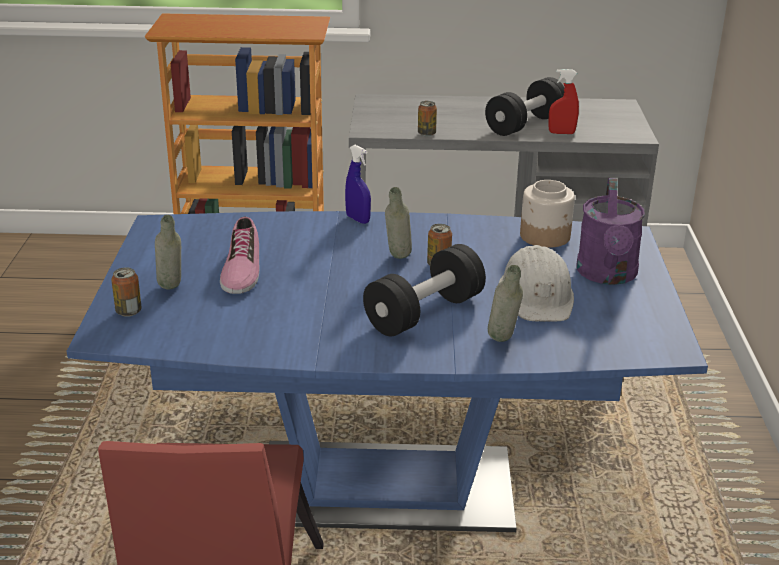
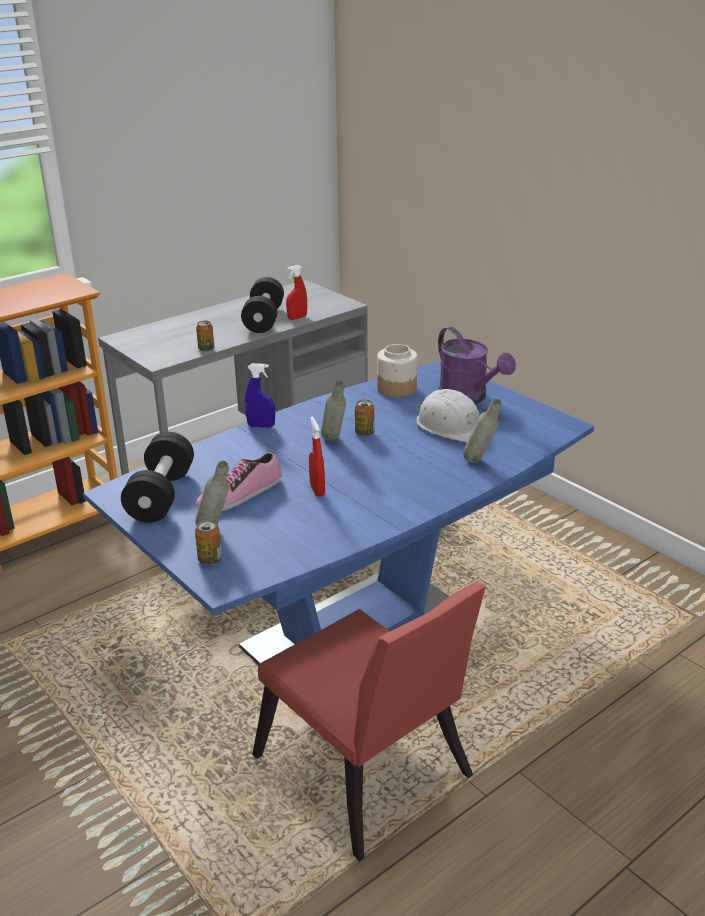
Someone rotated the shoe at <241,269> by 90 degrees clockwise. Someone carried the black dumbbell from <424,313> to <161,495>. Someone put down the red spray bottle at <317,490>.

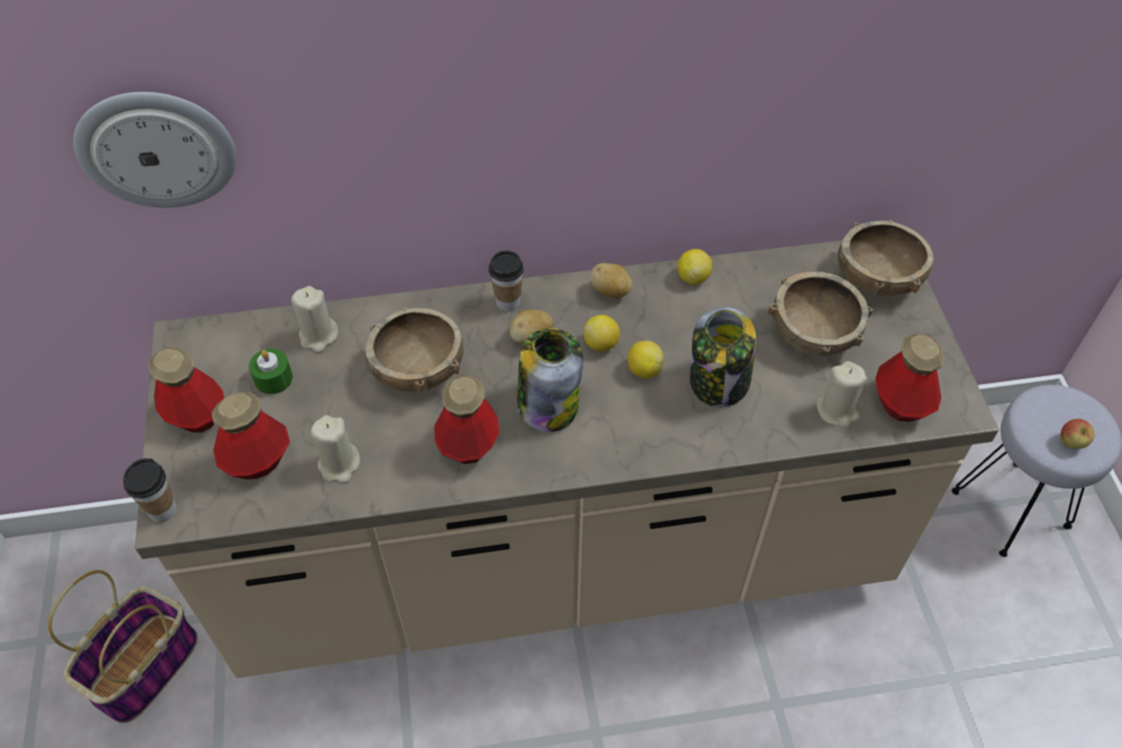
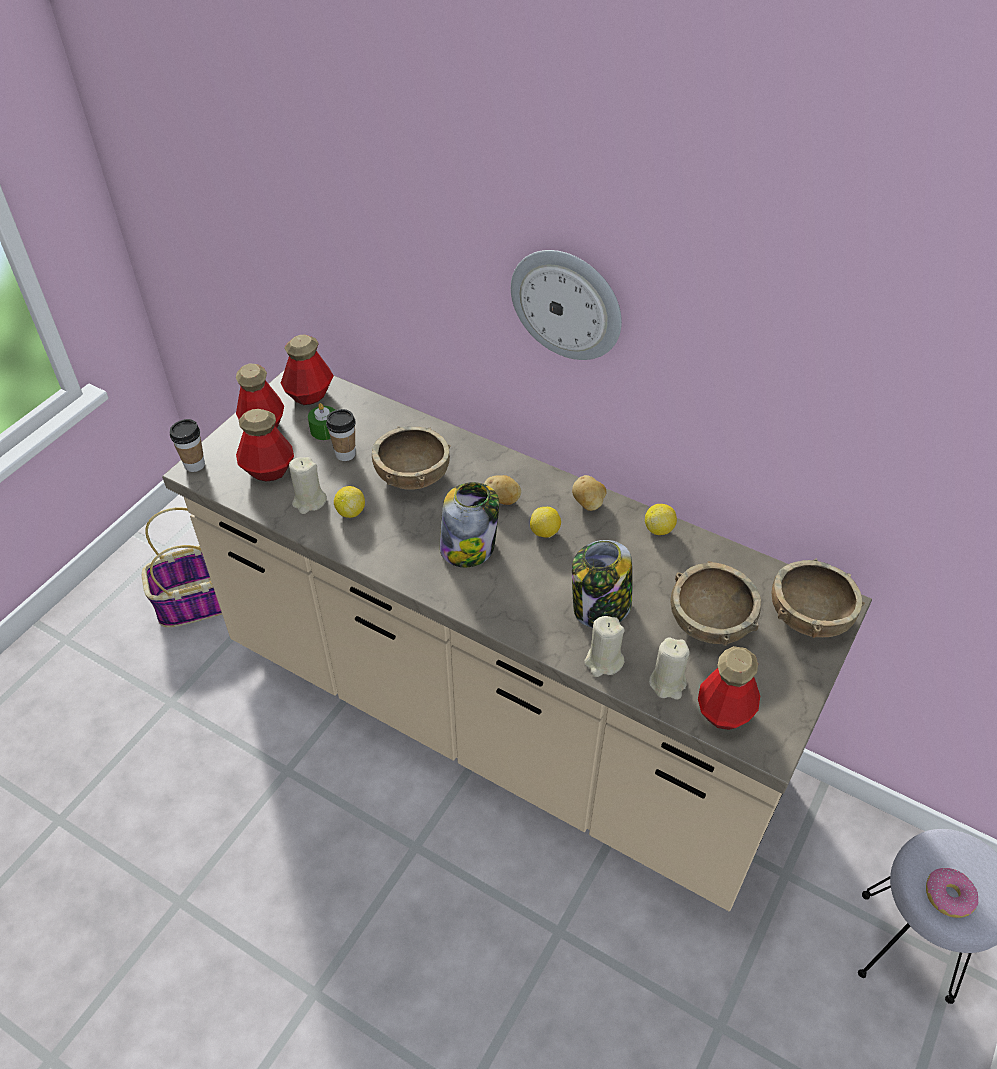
Someone carried the wall clock from <157,148> to <567,304>. Someone carried the beige candle from <318,336> to <603,661>. Someone carried the bottle from <468,445> to <310,395>. Someone carried the cup from <508,302> to <345,454>. Someone carried the lemon from <644,370> to <350,511>. Someone swapped the apple at <1070,443> for the donut at <948,896>.

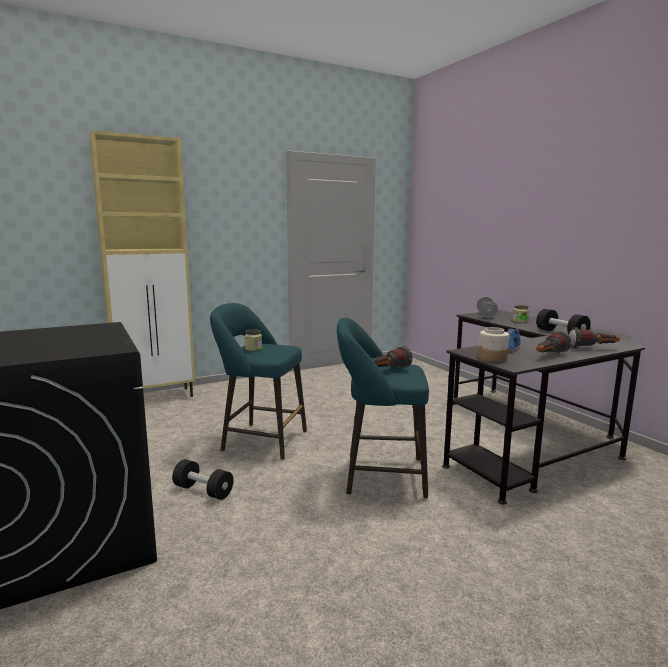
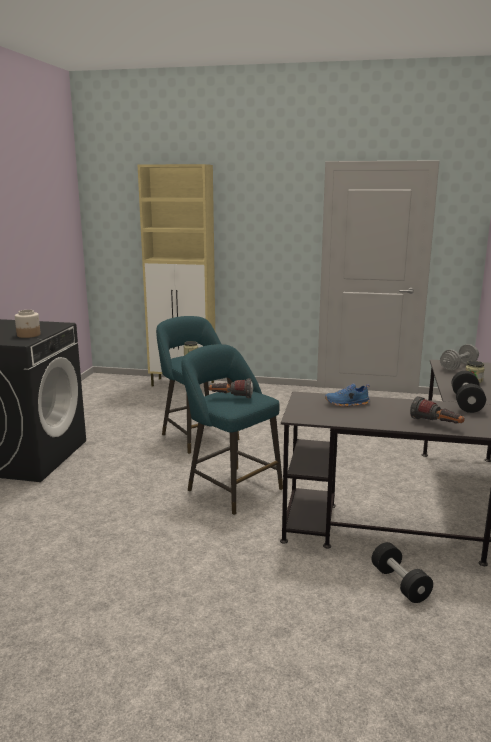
Someone carried the black dumbbell from <203,491> to <400,584>. Someone carried the jar from <492,358> to <29,335>. Someone took away the flashlight at <549,356>.

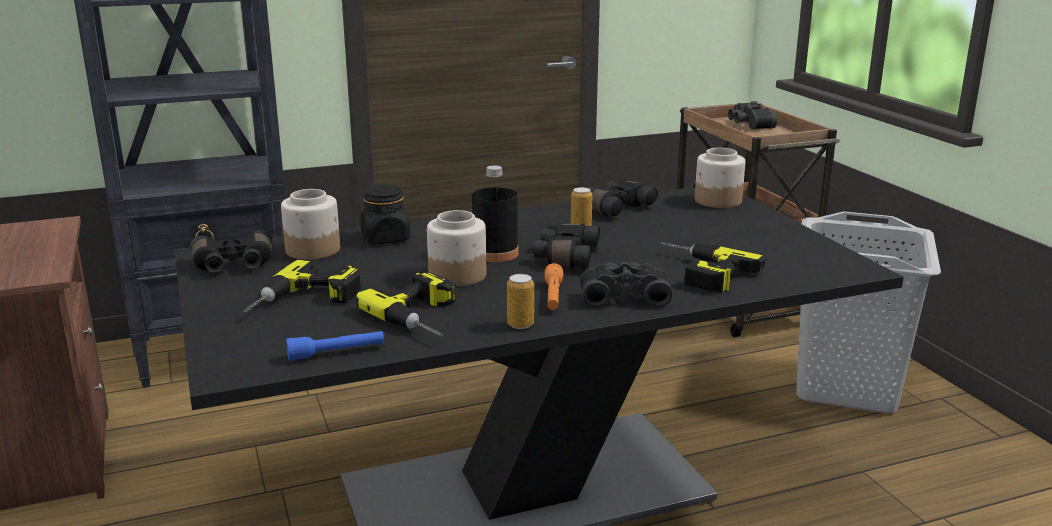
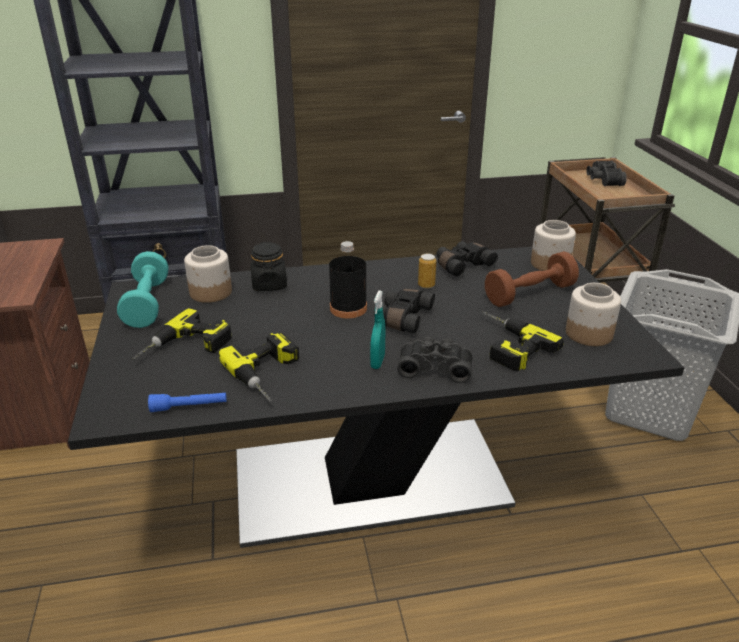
Someone swapped the black binoculars at <233,265> for the turquoise dumbbell at <147,304>. Someone carried the jar from <456,276> to <588,334>. Someone took away the can at <520,324>. Someone swapped the orange flashlight at <553,296> for the turquoise spray bottle at <377,362>. Someone put down the brown dumbbell at <529,294>.

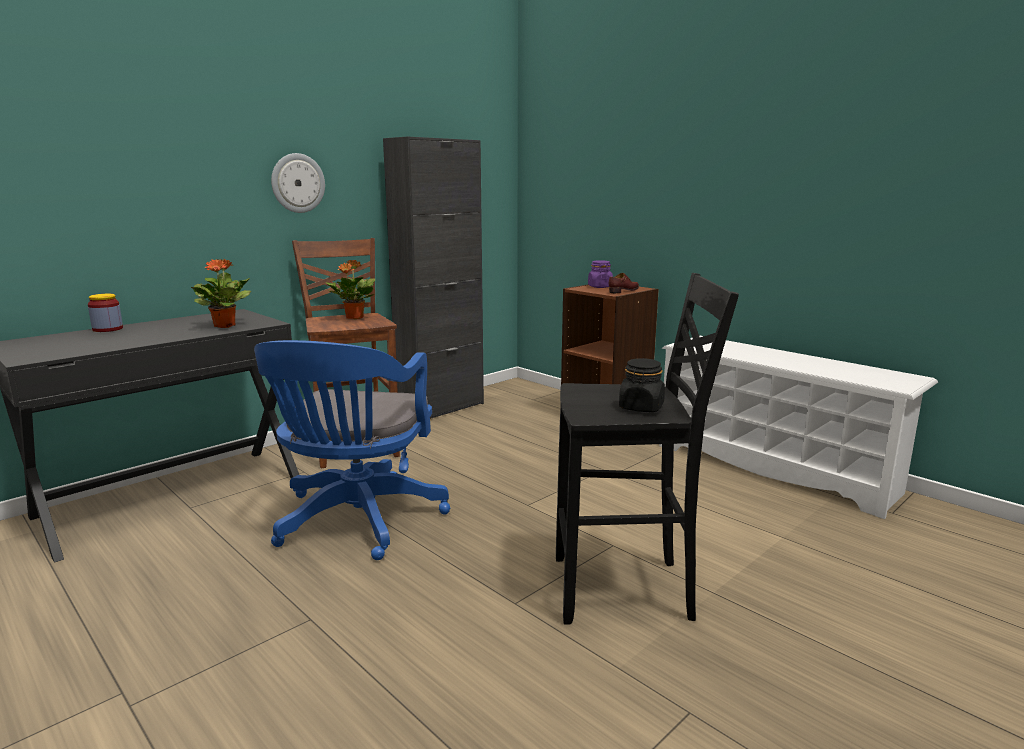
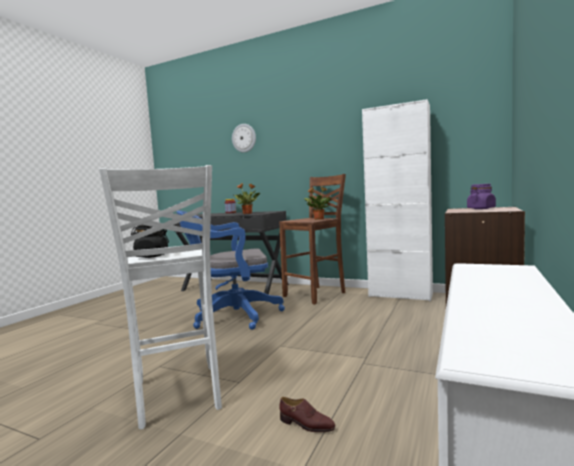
Someone carried the wall clock from <297,183> to <244,138>. Someone repainted the black cabinet at <441,408>, which became the white cabinet at <400,295>. Someone repainted the black stool at <625,590>, which became the white stool at <178,396>. Someone carried the brown shoe from <624,291> to <306,424>.

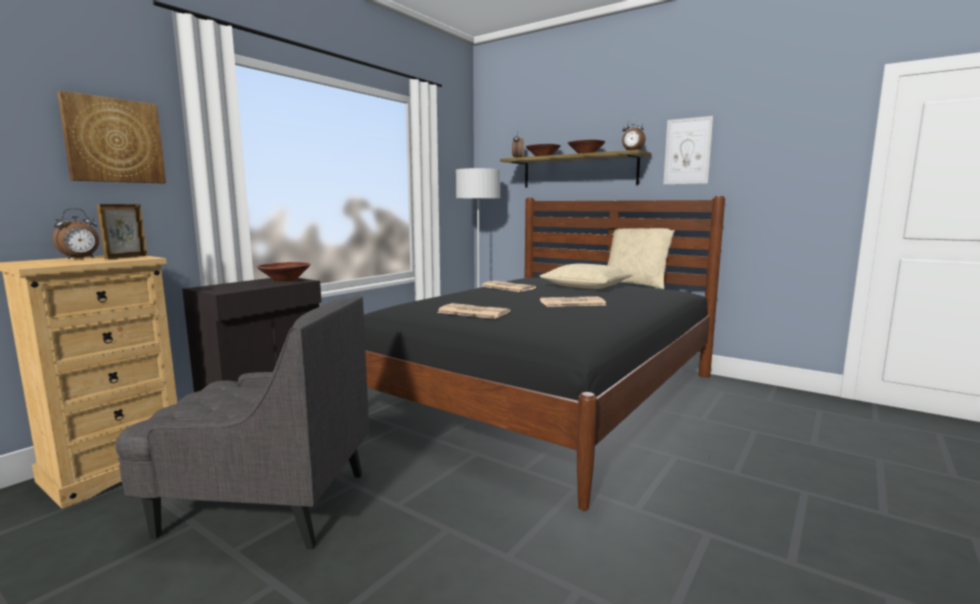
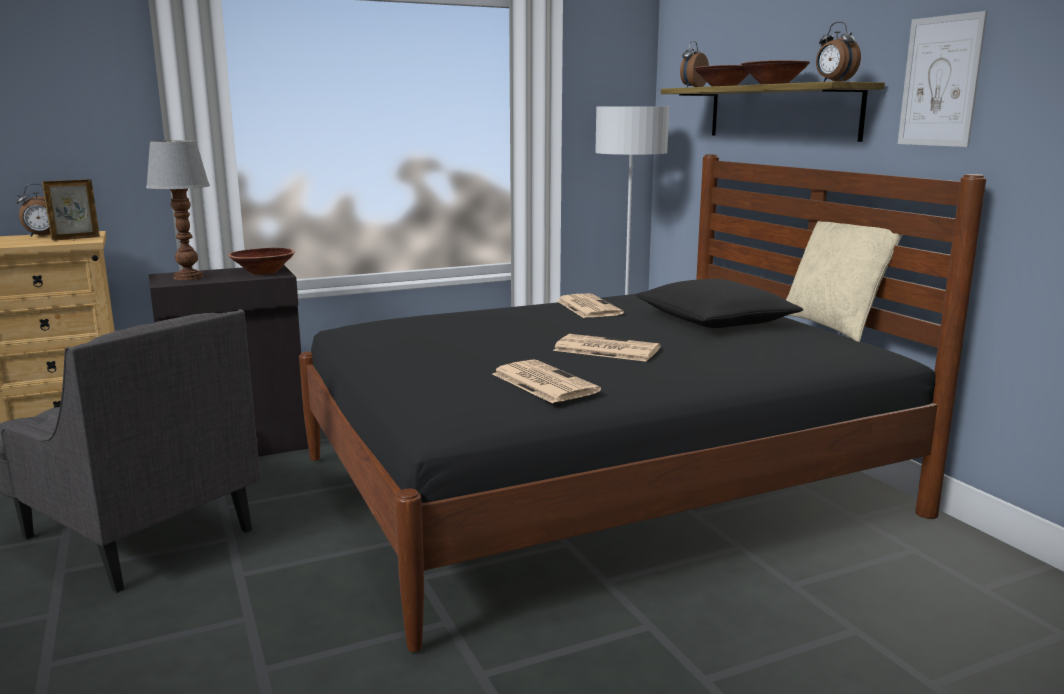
Someone took away the picture at <114,141>. Someone carried the newspaper from <472,312> to <542,382>. Someone repainted the beige pillow at <586,286>, which became the black pillow at <715,320>. Someone put down the table lamp at <188,277>.

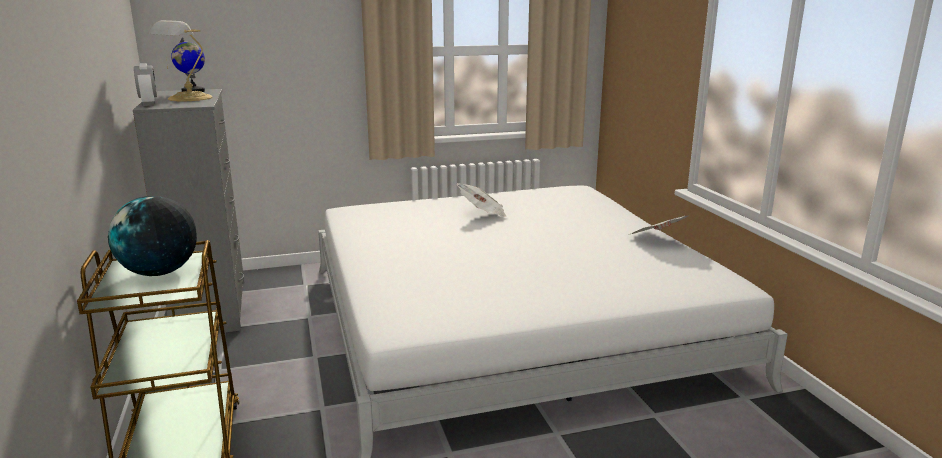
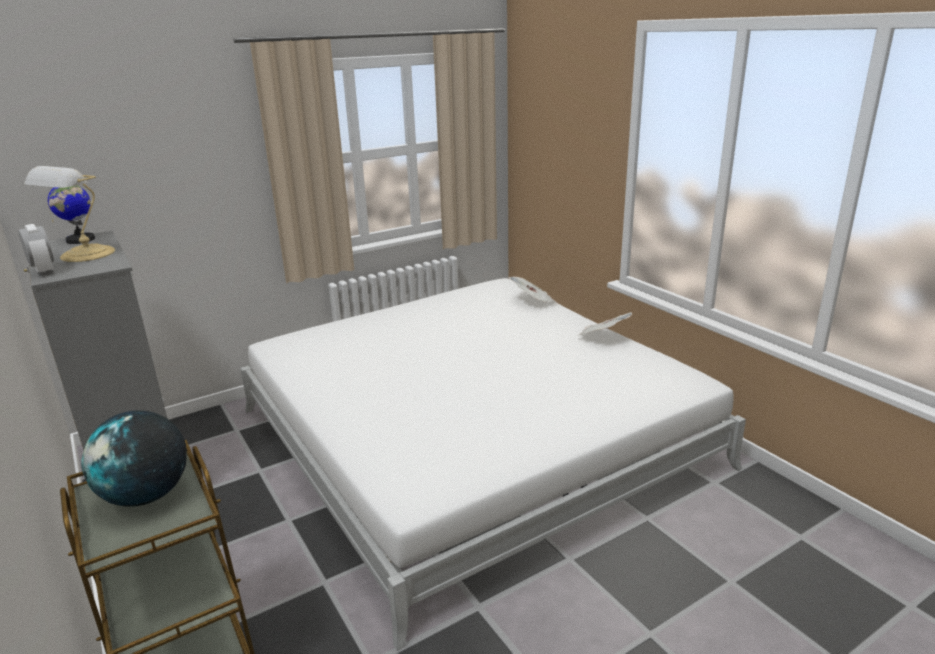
Someone carried the newspaper from <482,213> to <533,302>.

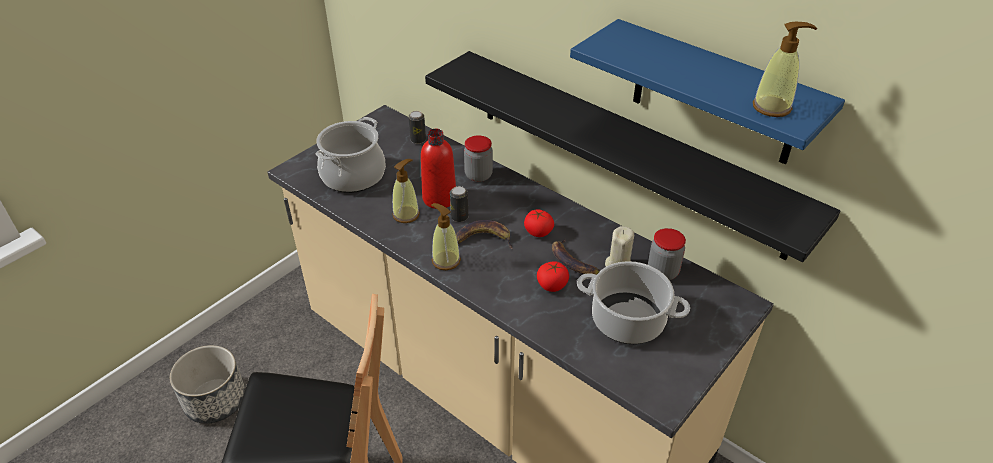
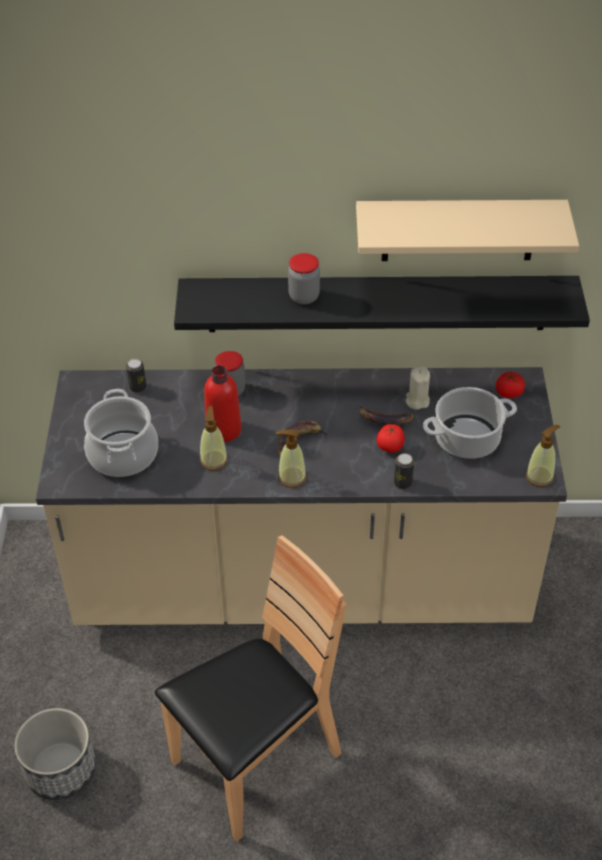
Someone carried the can from <459,217> to <403,483>. Someone carried the tomato from <538,232> to <509,393>. Someone repainted the blue shelf at <714,94>, which became the beige shelf at <458,230>. Someone carried the jar from <662,272> to <304,297>. Someone carried the soap dispenser from <772,107> to <539,476>.

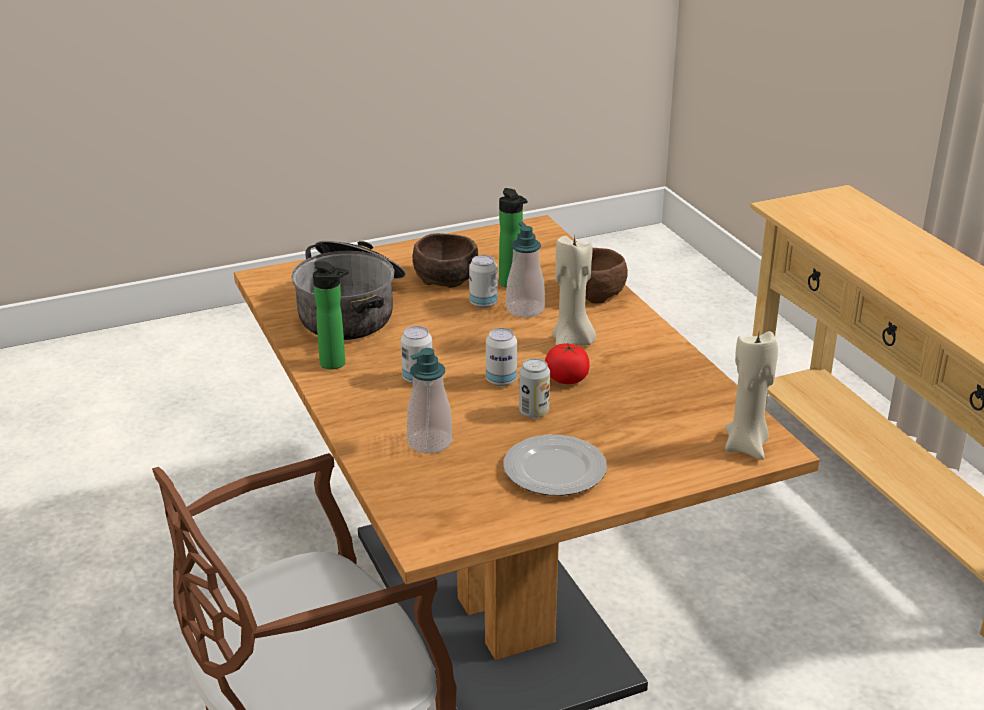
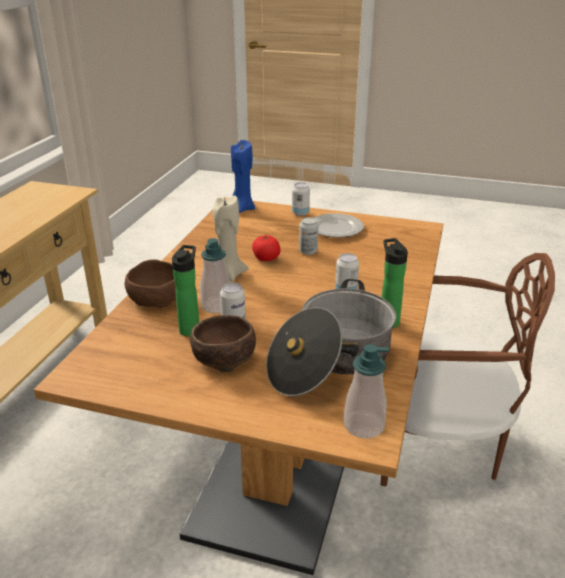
Someone carried the soap dispenser from <429,442> to <363,426>. Someone carried the can from <501,380> to <300,213>. Someone repainted the beige candle at <746,446>, which became the blue candle at <242,208>.

